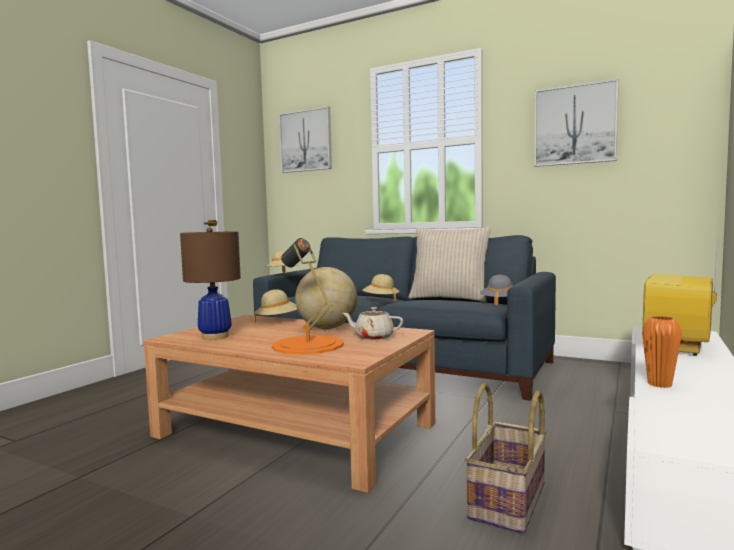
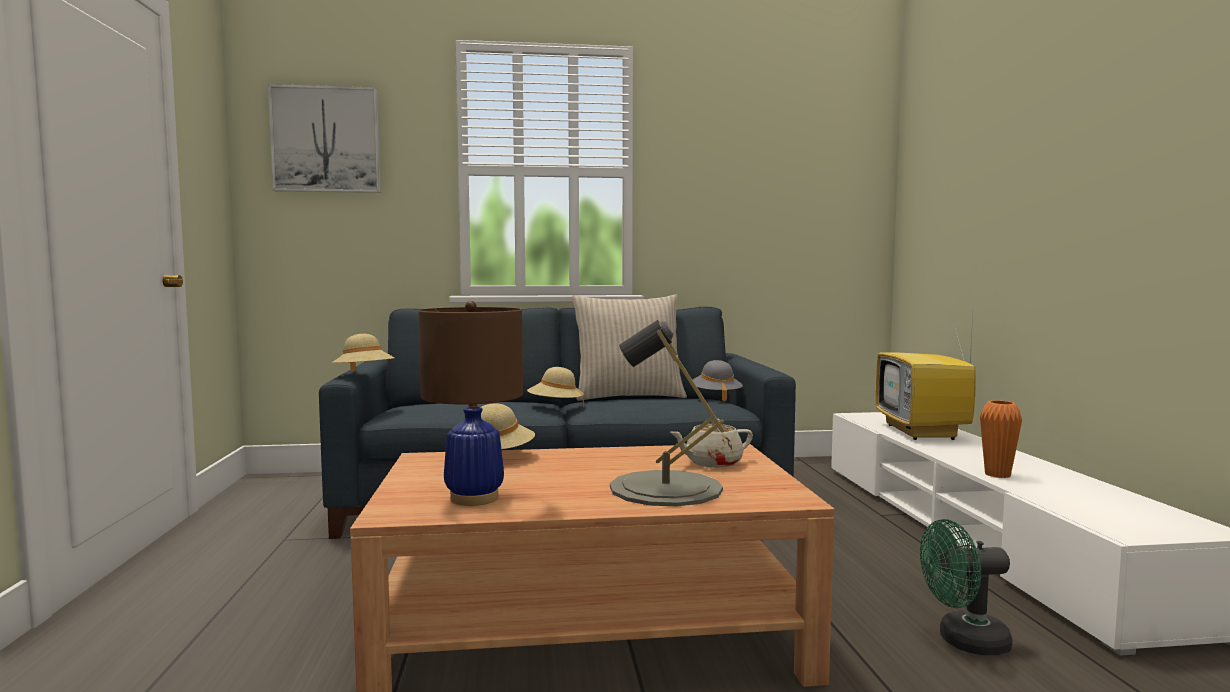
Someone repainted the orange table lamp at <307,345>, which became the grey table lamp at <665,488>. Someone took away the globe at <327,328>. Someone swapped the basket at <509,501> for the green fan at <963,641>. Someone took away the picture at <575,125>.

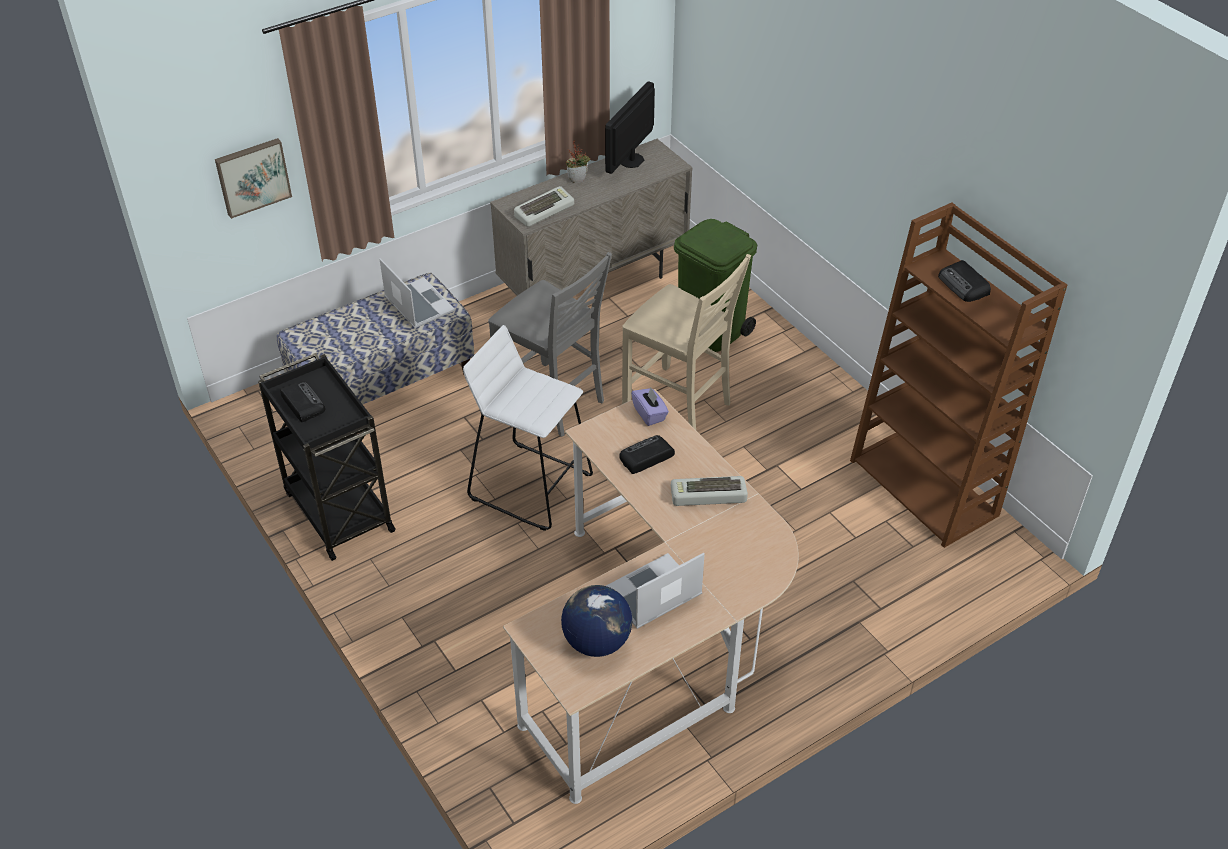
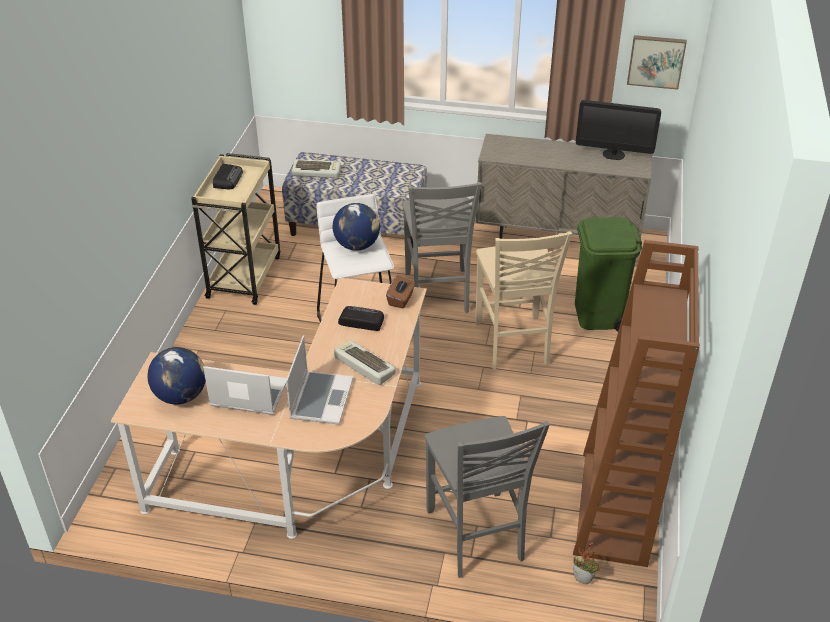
Someone carried the picture from <252,176> to <656,61>. Someone repainted the black cart at <338,510>, which became the beige cart at <244,275>. Someone carried the laptop from <418,304> to <320,398>. Someone carried the keyboard from <544,210> to <317,172>. Someone carried the potted plant from <578,179> to <584,578>. Someone rotated the monitor at <632,160> by 150 degrees counterclockwise. Someone repainted the purple tissue box at <649,414>, which became the brown tissue box at <401,299>. Someone took away the radio at <964,286>. Someone put down the globe at <357,245>. Someone put down the grey chair at <476,536>.

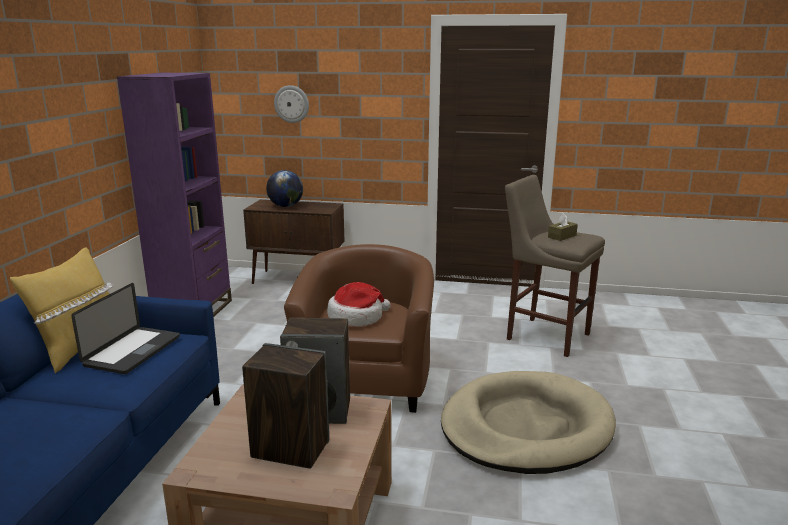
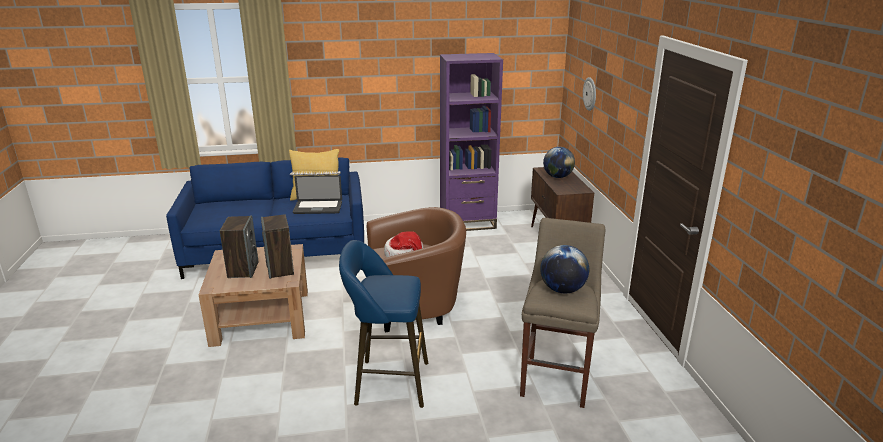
Someone swapped the beige dog bed at <525,427> for the blue stool at <387,383>. Someone swapped the brown tissue box at <562,236> for the globe at <562,290>.

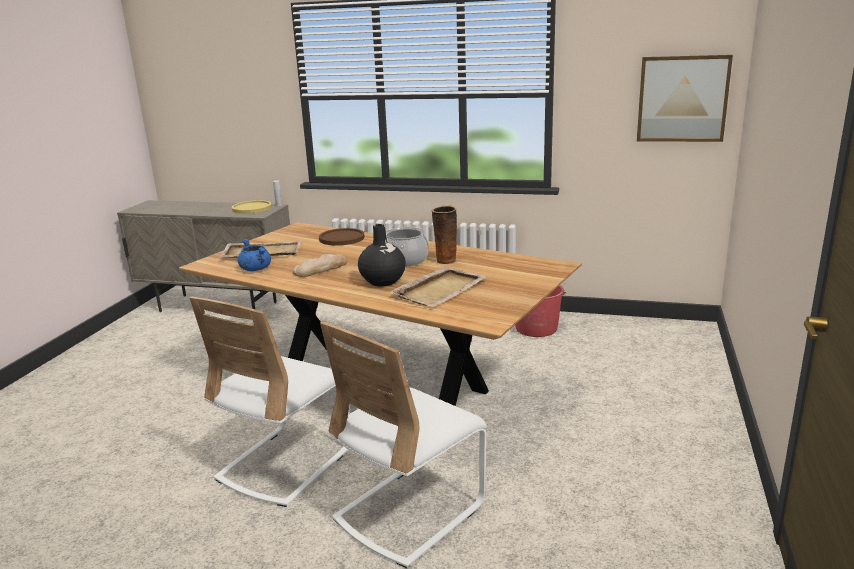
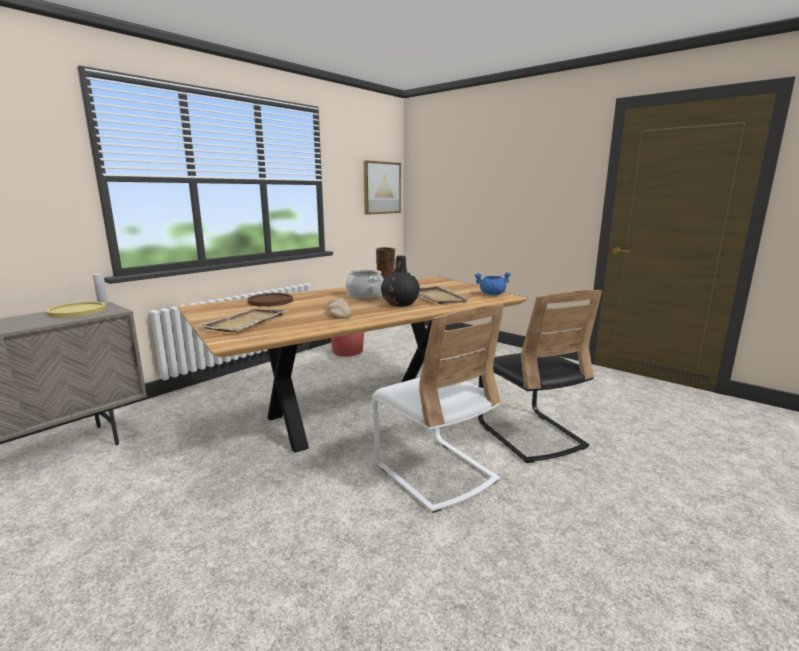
Someone carried the blue cooking pot from <255,269> to <492,294>. Someone repainted the white chair at <409,511>, which became the black chair at <530,434>.

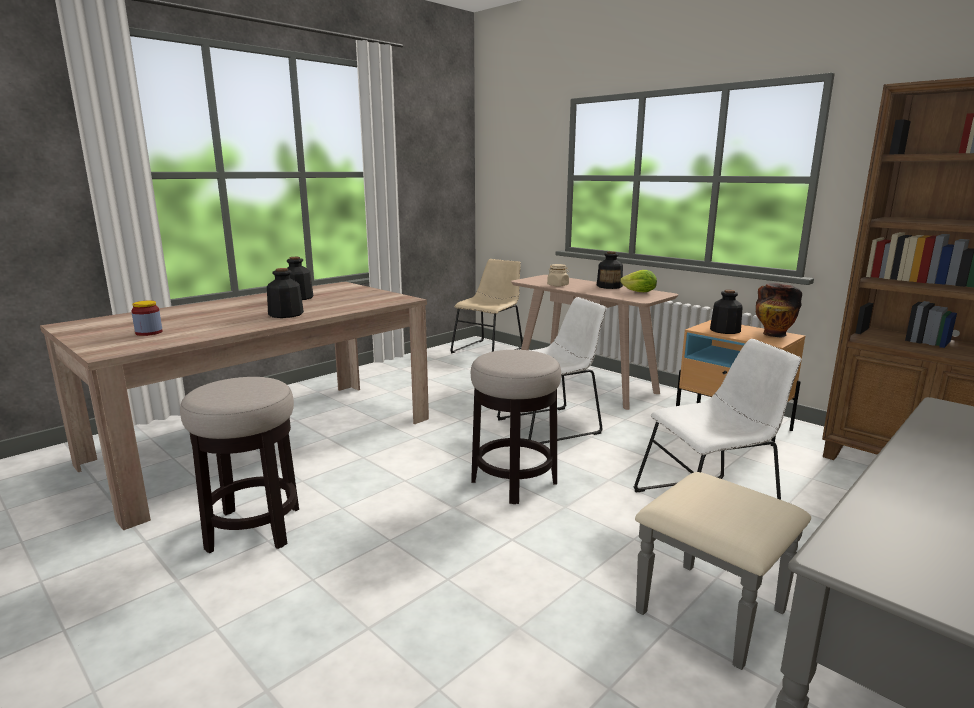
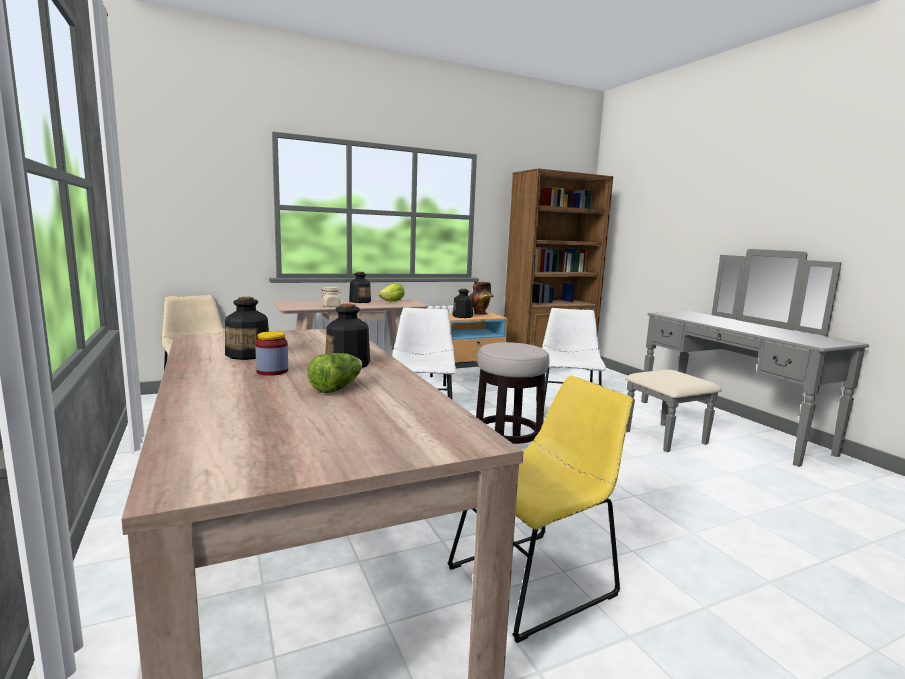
Someone carried the jar from <149,332> to <272,371>. Someone swapped the stool at <254,529> for the yellow chair at <537,579>. Someone put down the lettuce at <337,387>.

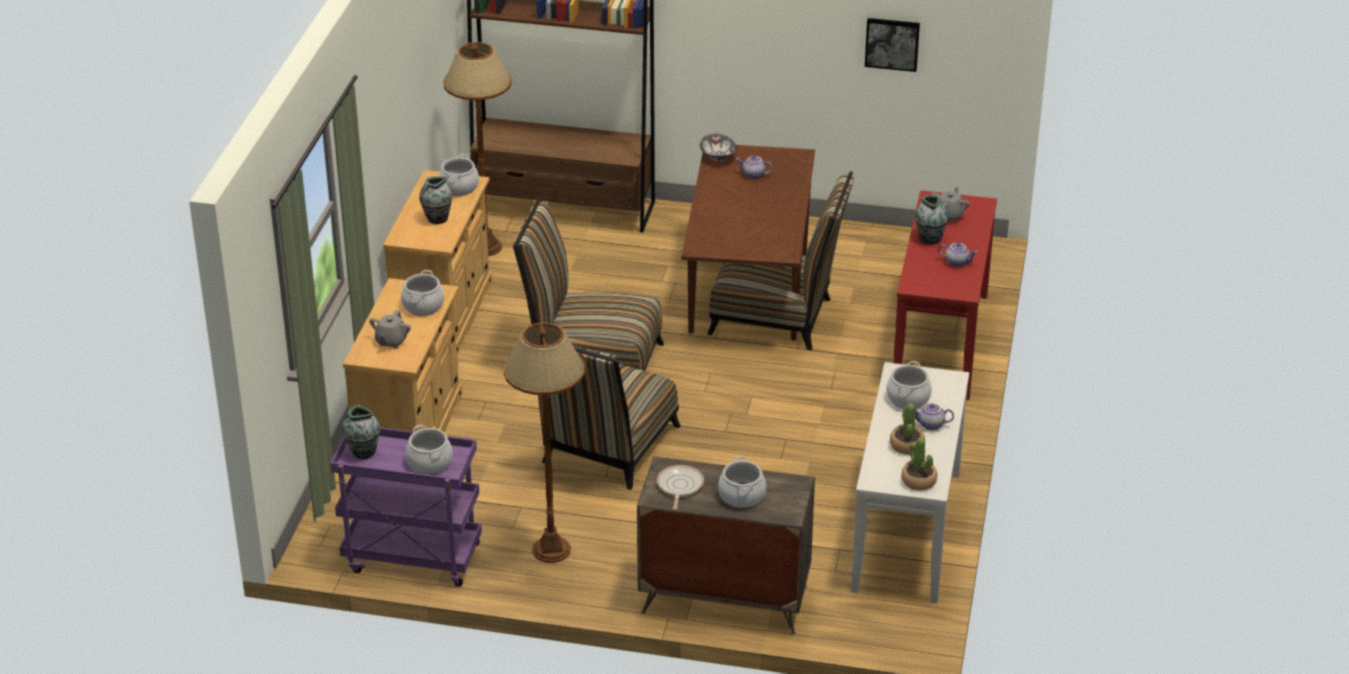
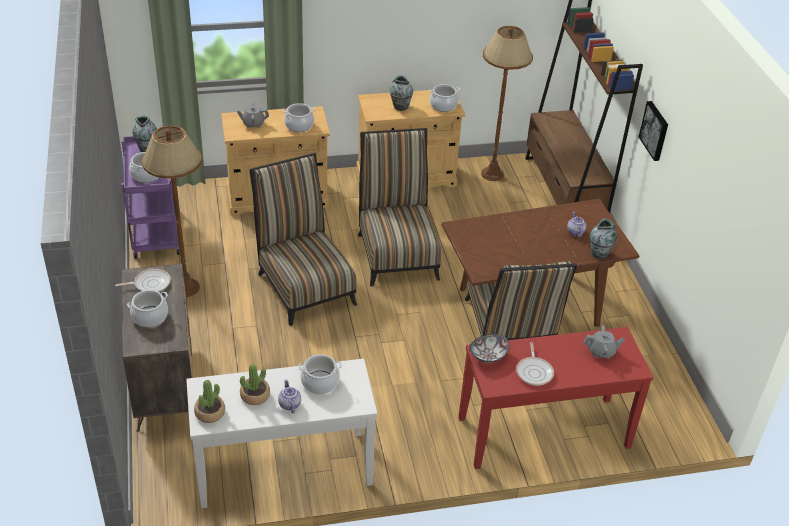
Someone rotated the chair at <606,449> by 60 degrees clockwise. Someone carried the bowl from <718,157> to <488,356>. Someone carried the picture from <892,43> to <655,130>. Someone carried the vase from <929,238> to <599,253>. Someone swapped the teapot at <957,262> for the frying pan at <534,371>.

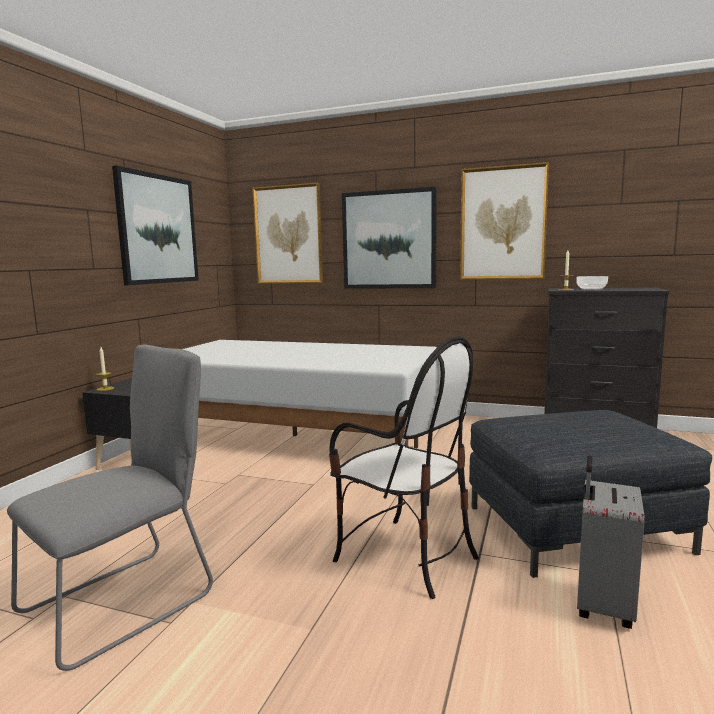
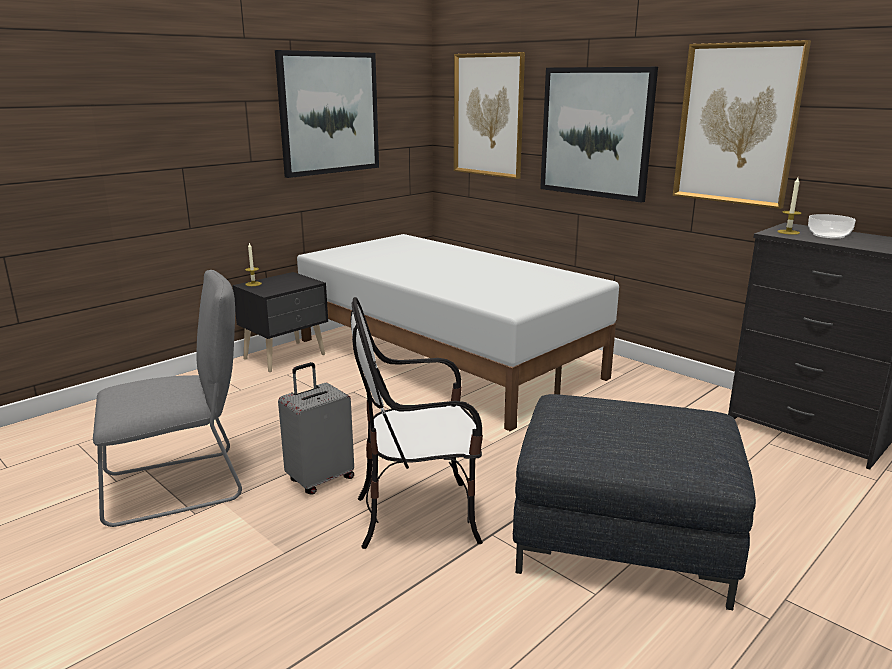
Someone rotated the chair at <405,557> by 105 degrees clockwise. Someone carried the grey suitcase from <602,605> to <320,479>.

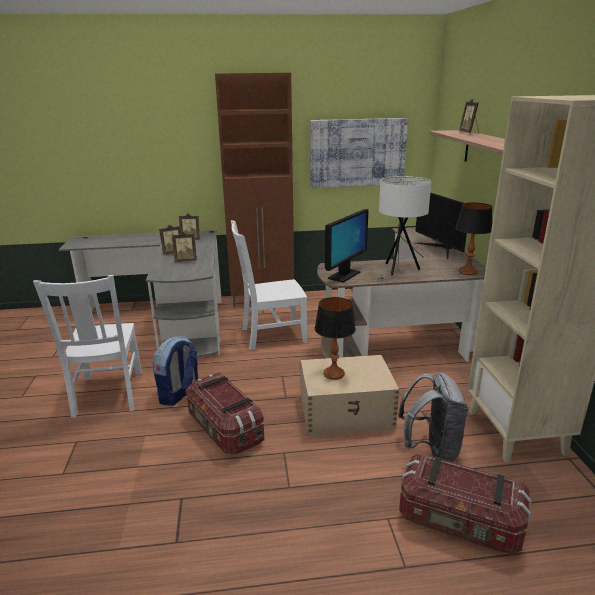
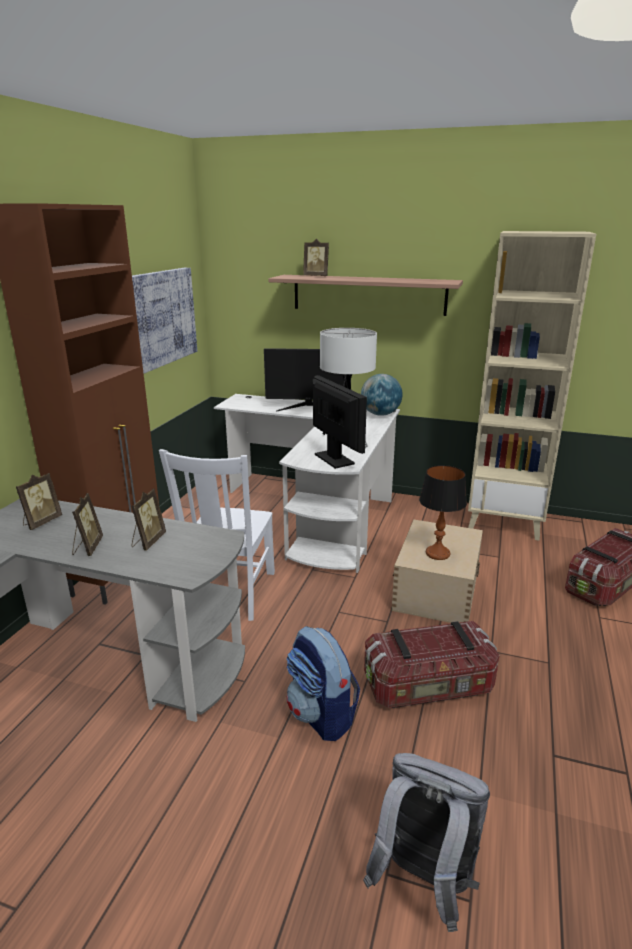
Someone took away the white chair at <108,395>. Someone repainted the brown desk at <406,336>, which became the white desk at <319,512>. Someone carried the grey backpack from <431,449> to <423,881>. Someone swapped the table lamp at <468,272> for the globe at <380,414>.

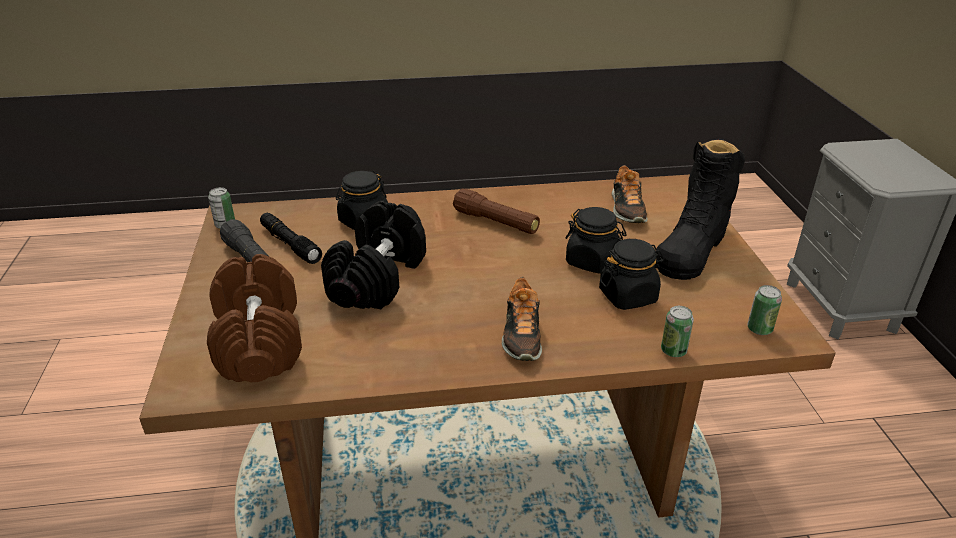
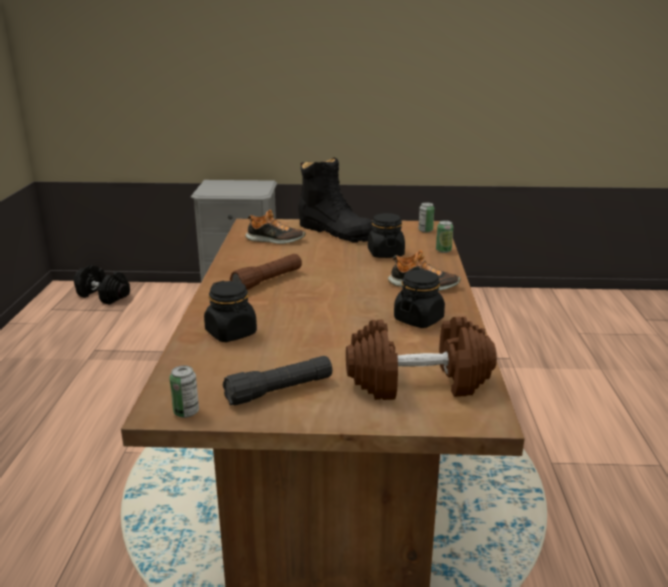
Someone took away the black flashlight at <290,244>. Someone carried the black dumbbell from <378,278> to <104,296>. Someone carried the black jar from <592,261> to <418,319>.

